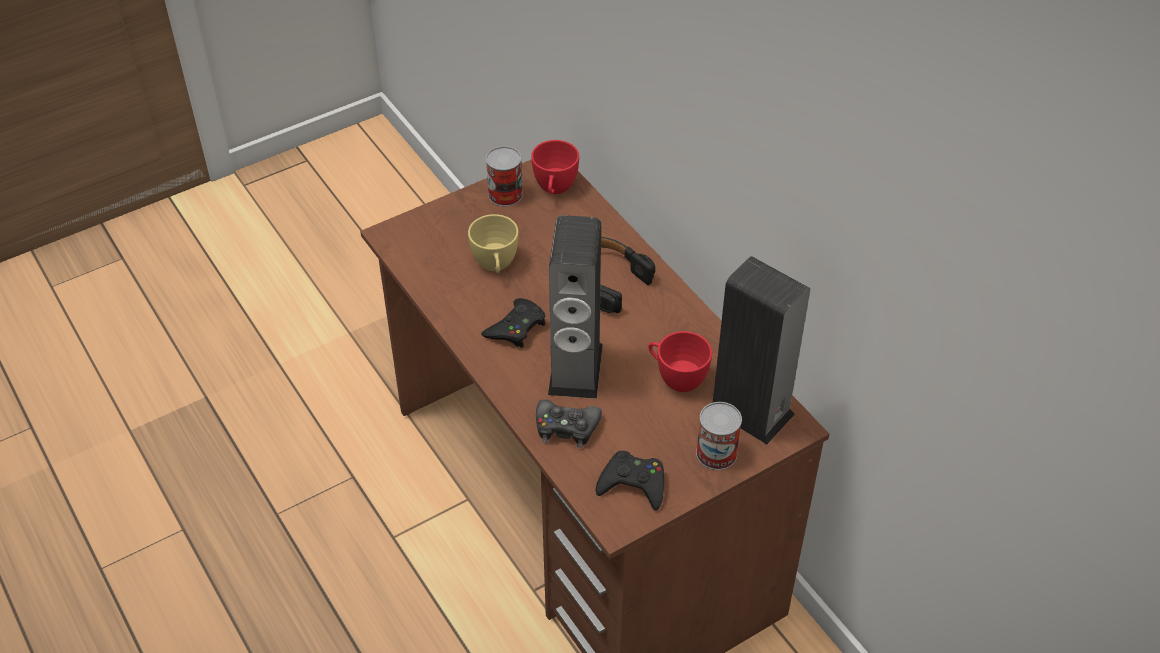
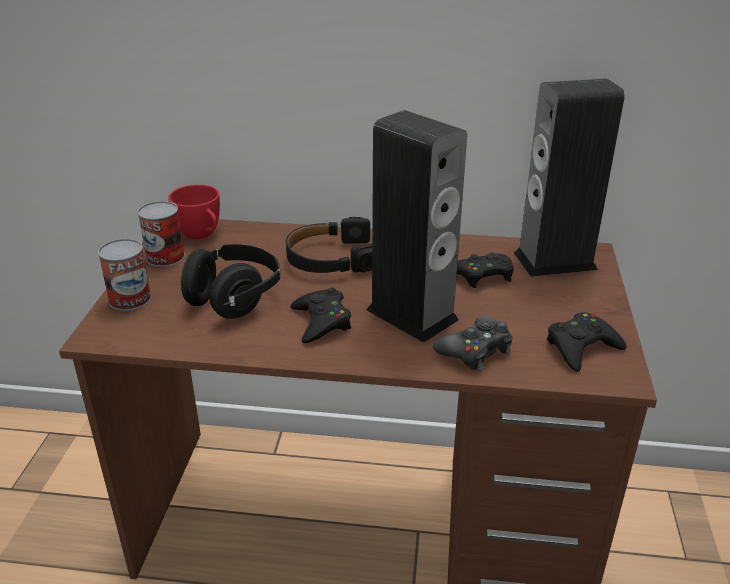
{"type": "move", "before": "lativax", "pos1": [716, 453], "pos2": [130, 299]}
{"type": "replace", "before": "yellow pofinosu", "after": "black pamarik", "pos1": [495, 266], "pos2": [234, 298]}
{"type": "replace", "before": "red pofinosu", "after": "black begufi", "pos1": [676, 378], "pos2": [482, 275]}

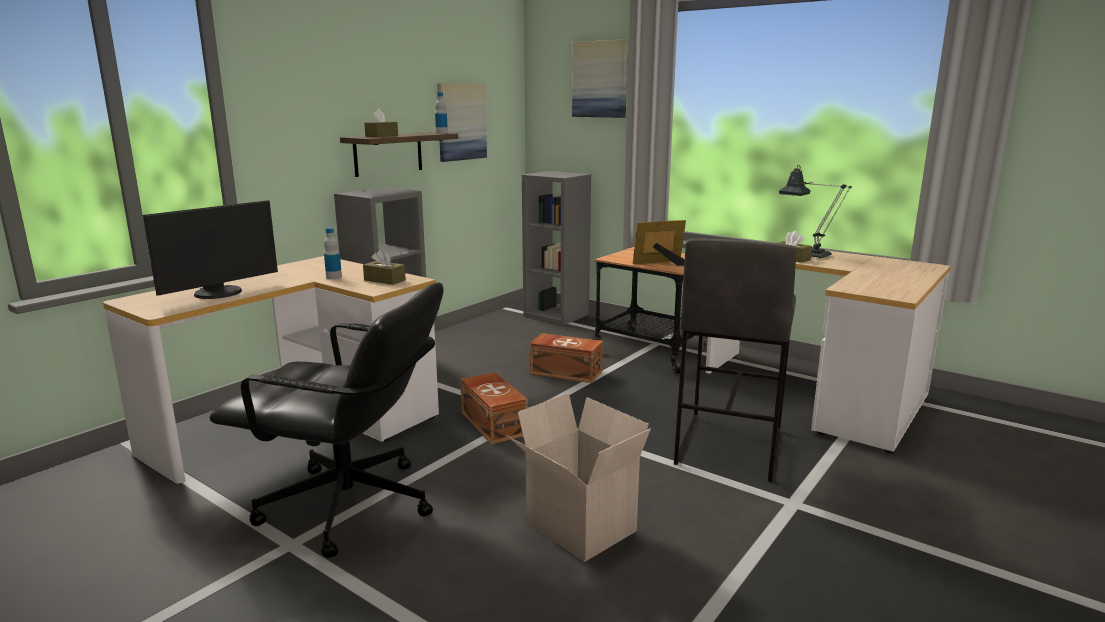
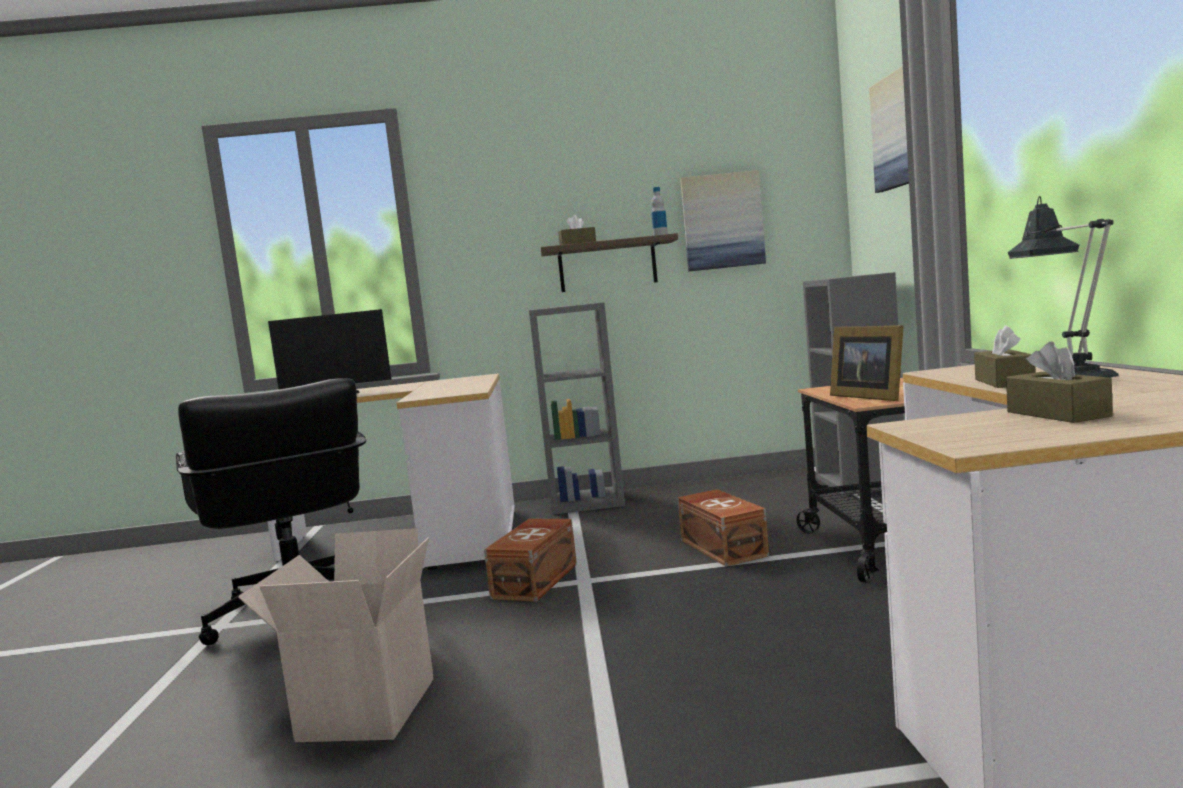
{"type": "delete", "before": "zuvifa", "pos1": [334, 277]}
{"type": "delete", "before": "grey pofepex", "pos1": [727, 446]}
{"type": "move", "before": "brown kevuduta", "pos1": [384, 280], "pos2": [1057, 414]}
{"type": "rotate", "before": "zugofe", "pos1": [661, 263], "pos2": [868, 396], "turn": -150}

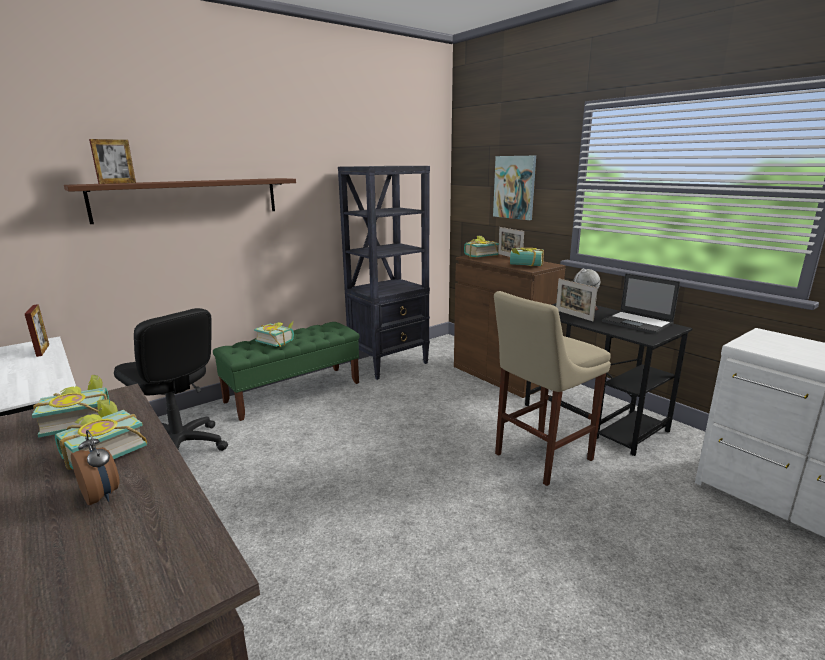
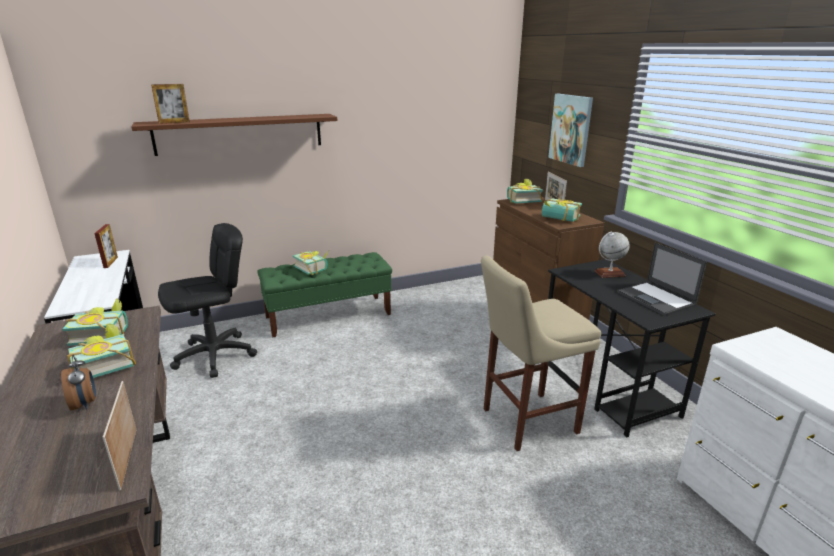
{"type": "delete", "before": "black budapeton", "pos1": [389, 363]}
{"type": "move", "before": "zugofe", "pos1": [574, 315], "pos2": [128, 458]}
{"type": "rotate", "before": "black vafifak", "pos1": [179, 448], "pos2": [215, 355], "turn": -90}

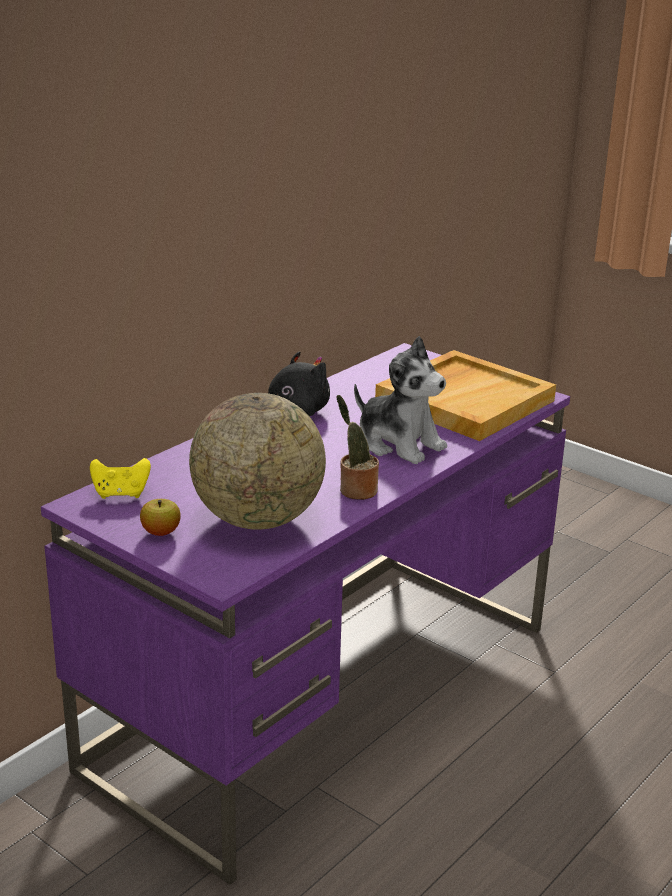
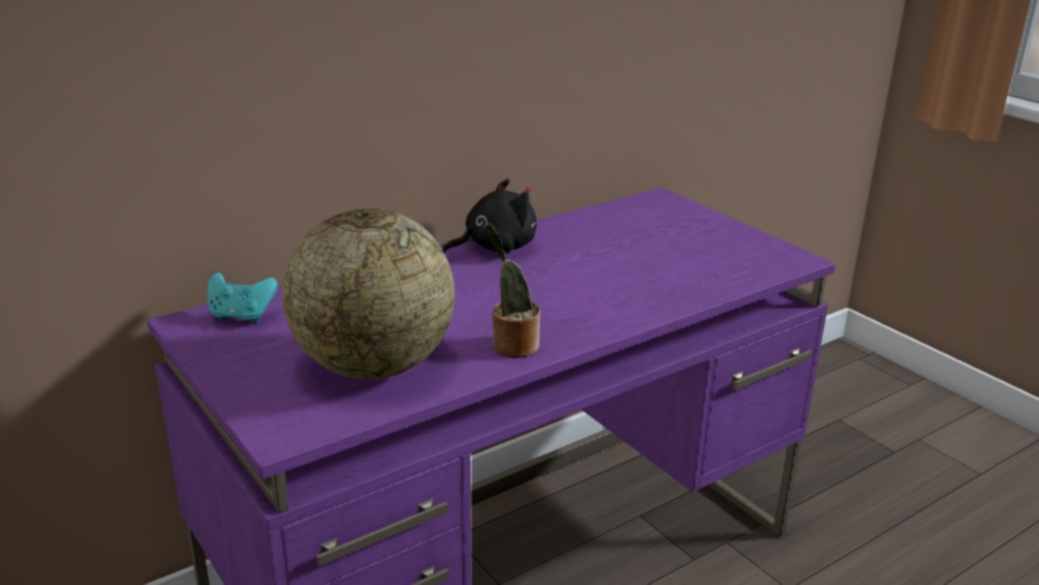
{"type": "delete", "before": "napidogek", "pos1": [161, 532]}
{"type": "delete", "before": "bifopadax", "pos1": [399, 444]}
{"type": "delete", "before": "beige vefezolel", "pos1": [464, 400]}
{"type": "recolor", "before": "yellow begufi", "after": "turquoise begufi", "pos1": [121, 494], "pos2": [241, 316]}

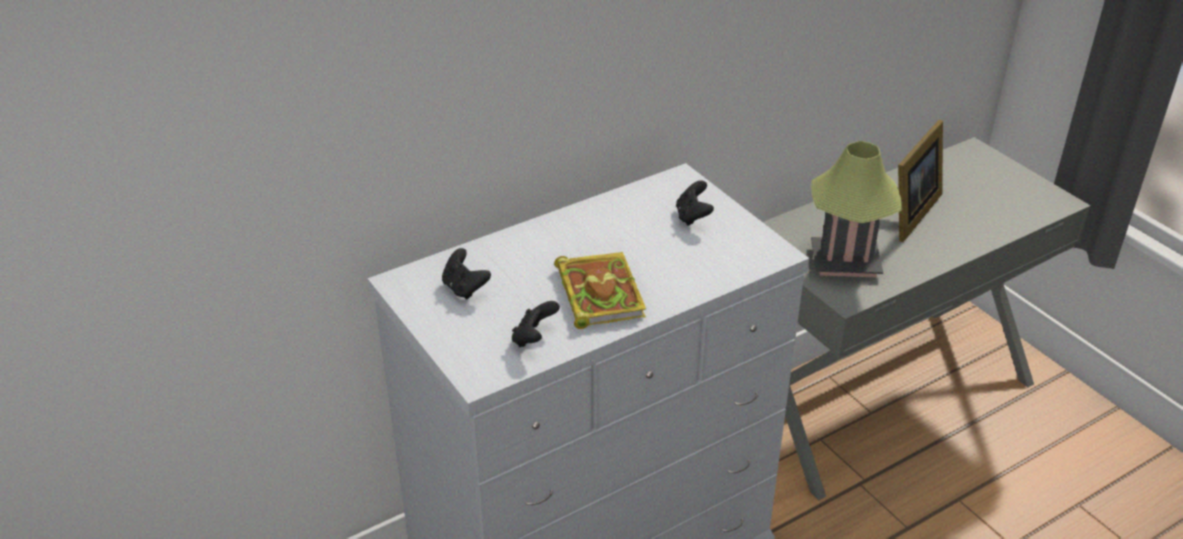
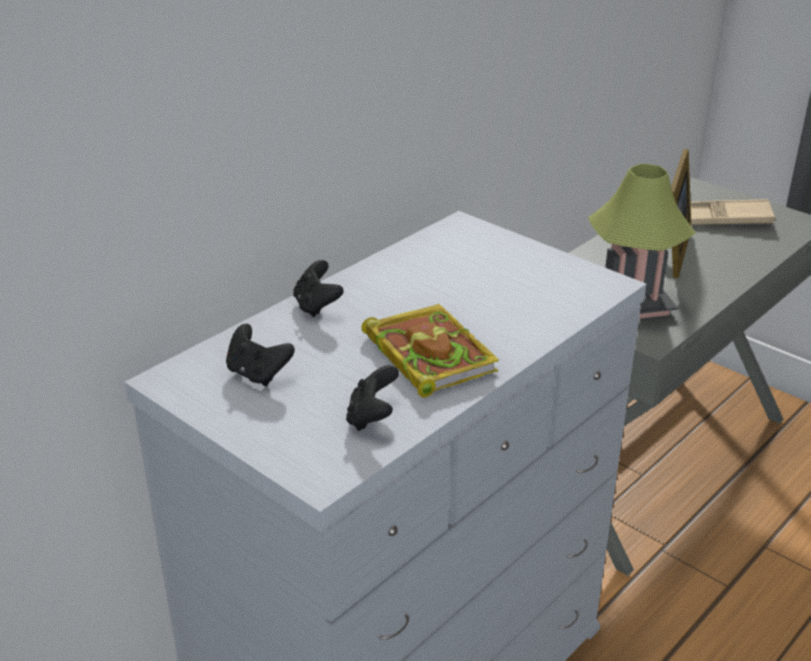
{"type": "insert", "after": "beige vefezolel", "pos2": [725, 219]}
{"type": "move", "before": "black begufi", "pos1": [693, 216], "pos2": [317, 306]}

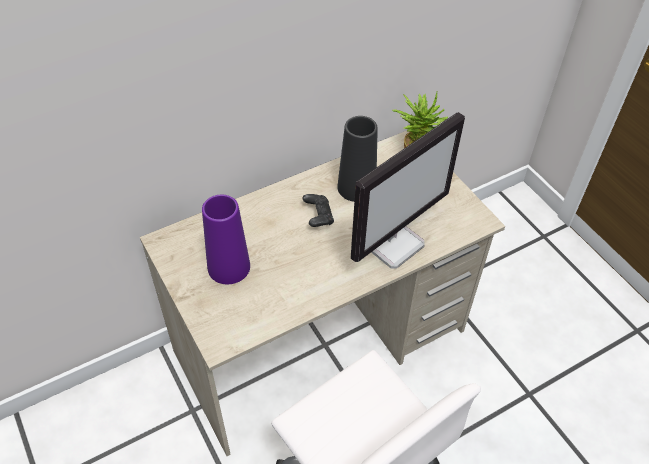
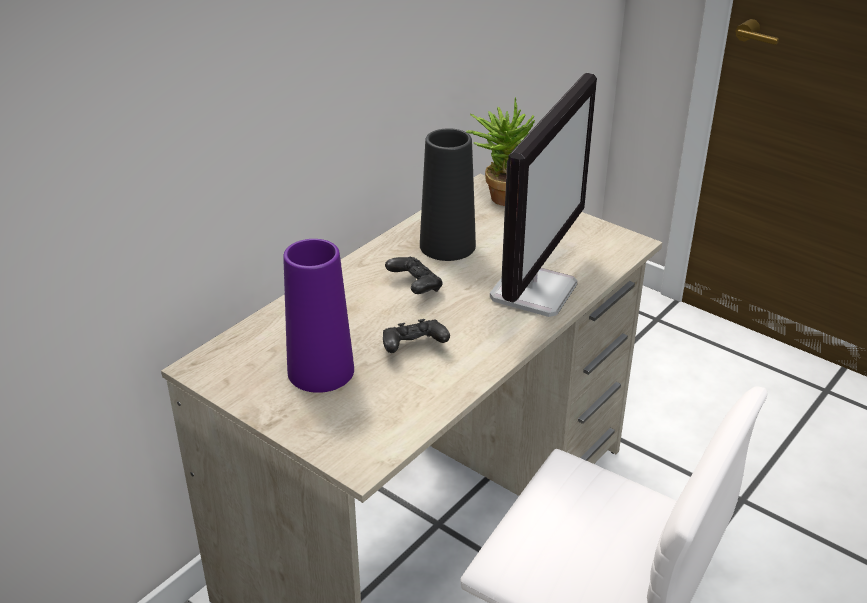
{"type": "insert", "after": "black begufi", "pos2": [413, 348]}

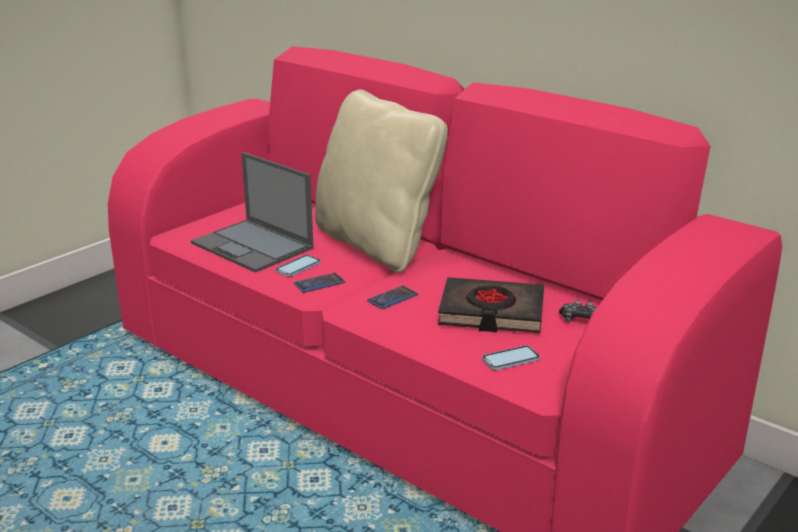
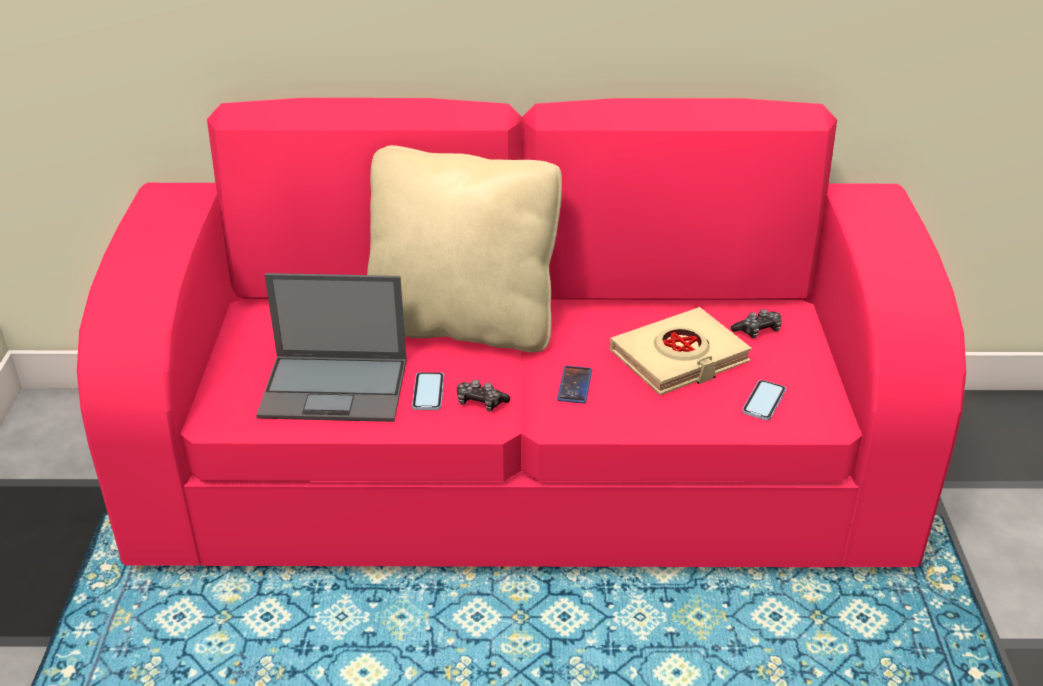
{"type": "replace", "before": "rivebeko", "after": "begufi", "pos1": [319, 283], "pos2": [480, 402]}
{"type": "recolor", "before": "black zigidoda", "after": "beige zigidoda", "pos1": [491, 312], "pos2": [679, 358]}

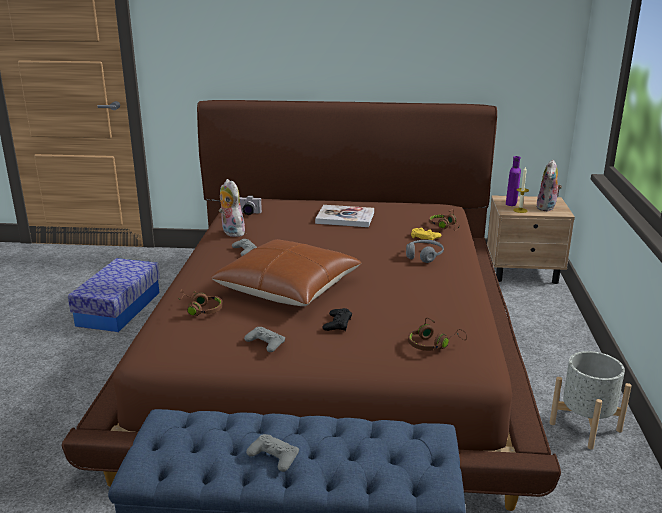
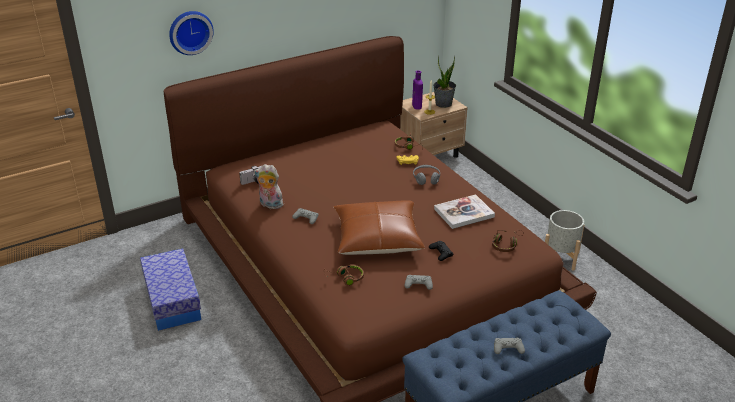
{"type": "insert", "after": "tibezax", "pos2": [190, 31]}
{"type": "move", "before": "zigidoda", "pos1": [345, 218], "pos2": [464, 213]}
{"type": "replace", "before": "bifopadax", "after": "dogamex", "pos1": [547, 208], "pos2": [443, 104]}

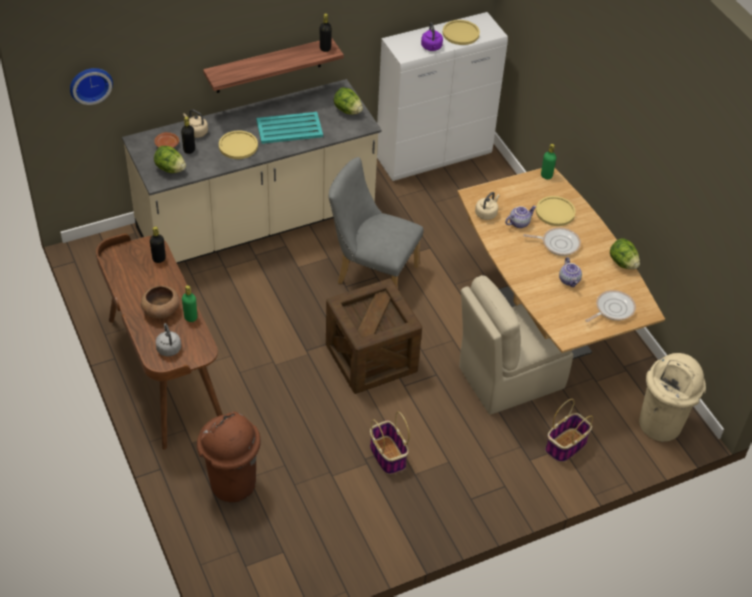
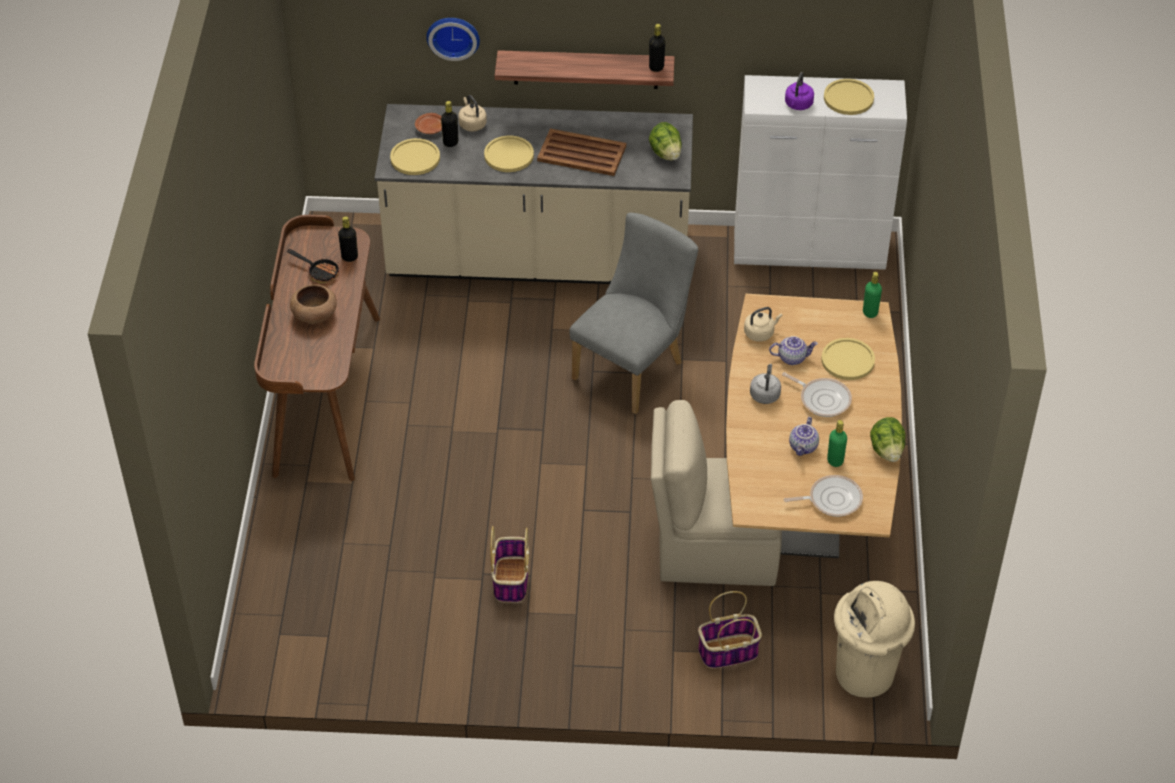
{"type": "delete", "before": "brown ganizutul", "pos1": [232, 484]}
{"type": "delete", "before": "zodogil", "pos1": [371, 358]}
{"type": "insert", "after": "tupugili", "pos2": [319, 272]}
{"type": "move", "before": "tibezax", "pos1": [90, 84], "pos2": [453, 35]}
{"type": "move", "before": "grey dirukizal", "pos1": [168, 348], "pos2": [765, 394]}
{"type": "move", "before": "green zuvifa", "pos1": [190, 317], "pos2": [835, 461]}
{"type": "replace", "before": "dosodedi", "after": "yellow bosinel", "pos1": [170, 169], "pos2": [415, 158]}
{"type": "recolor", "before": "turquoise vefezolel", "after": "brown vefezolel", "pos1": [288, 128], "pos2": [581, 153]}
{"type": "rotate", "before": "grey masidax", "pos1": [371, 273], "pos2": [633, 367], "turn": 75}

